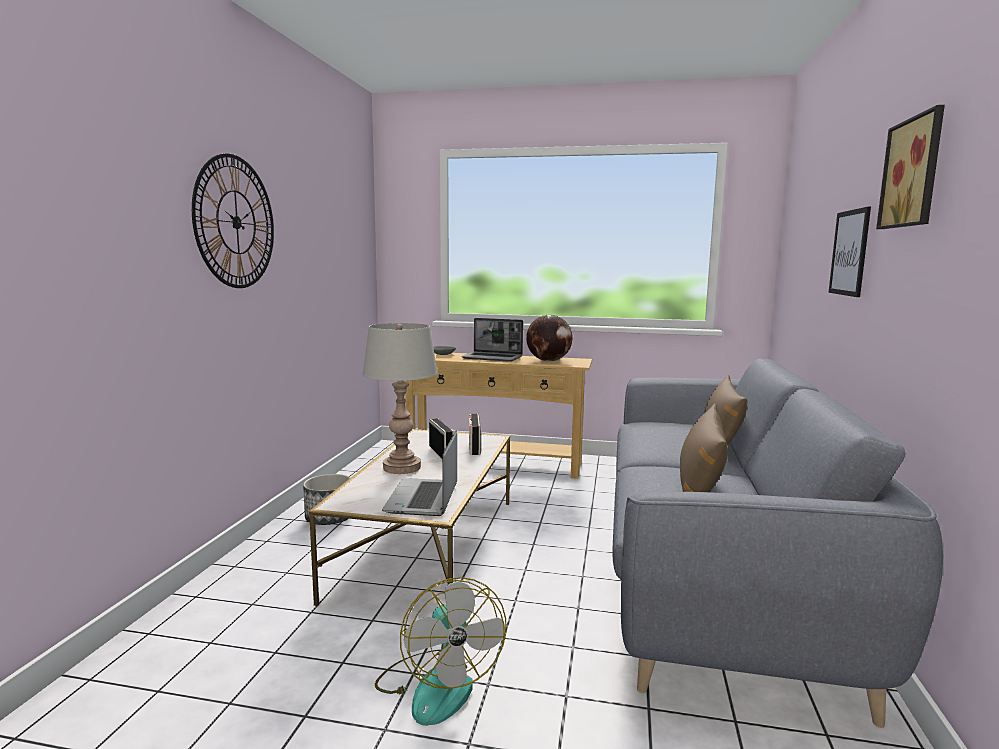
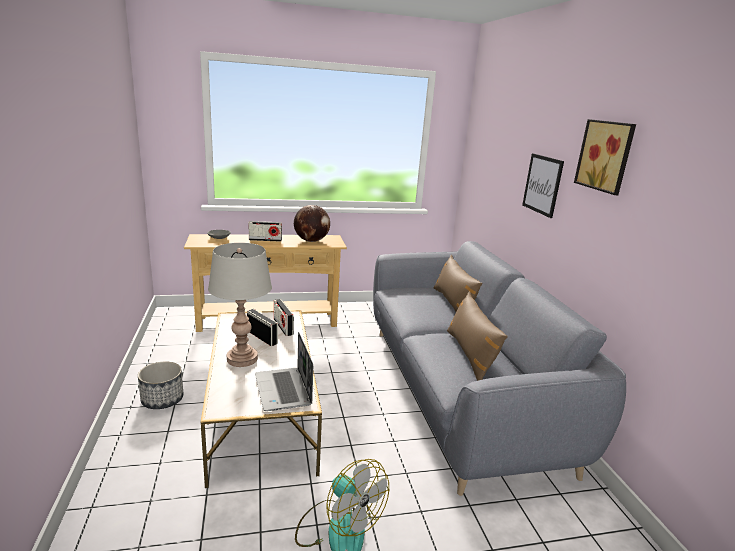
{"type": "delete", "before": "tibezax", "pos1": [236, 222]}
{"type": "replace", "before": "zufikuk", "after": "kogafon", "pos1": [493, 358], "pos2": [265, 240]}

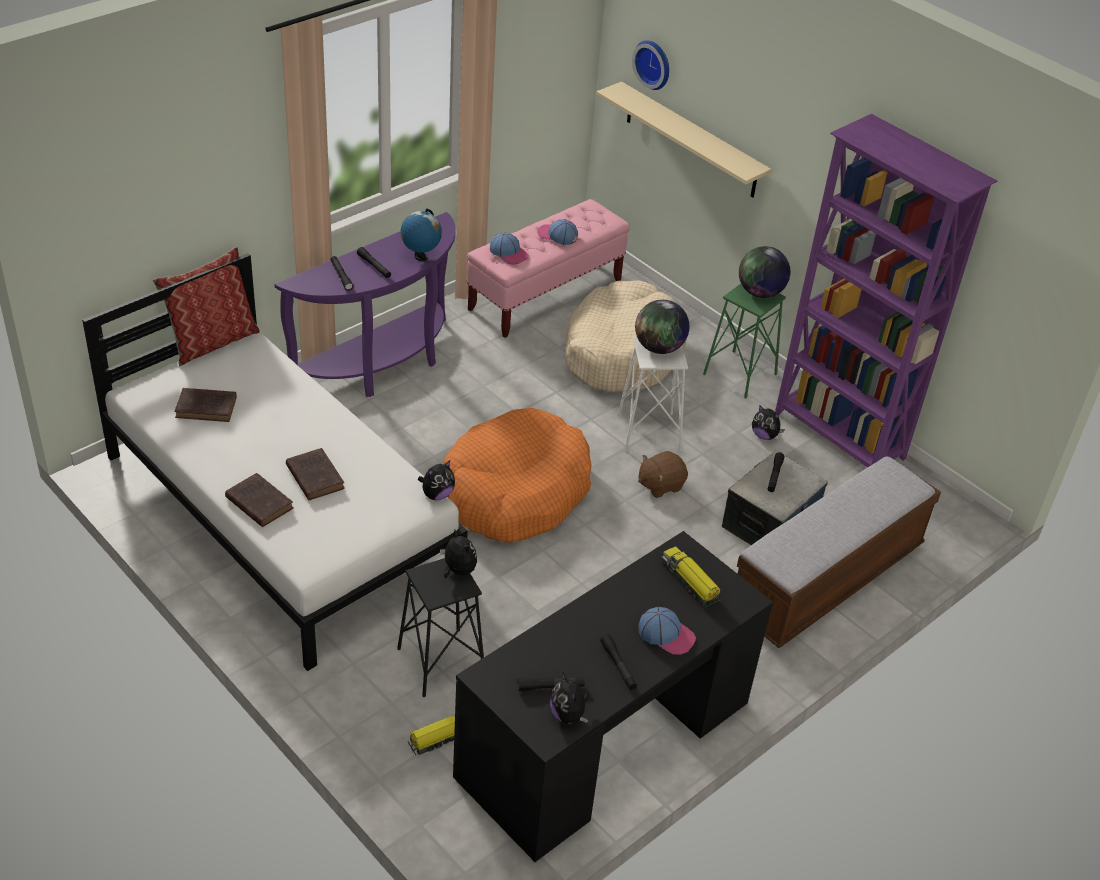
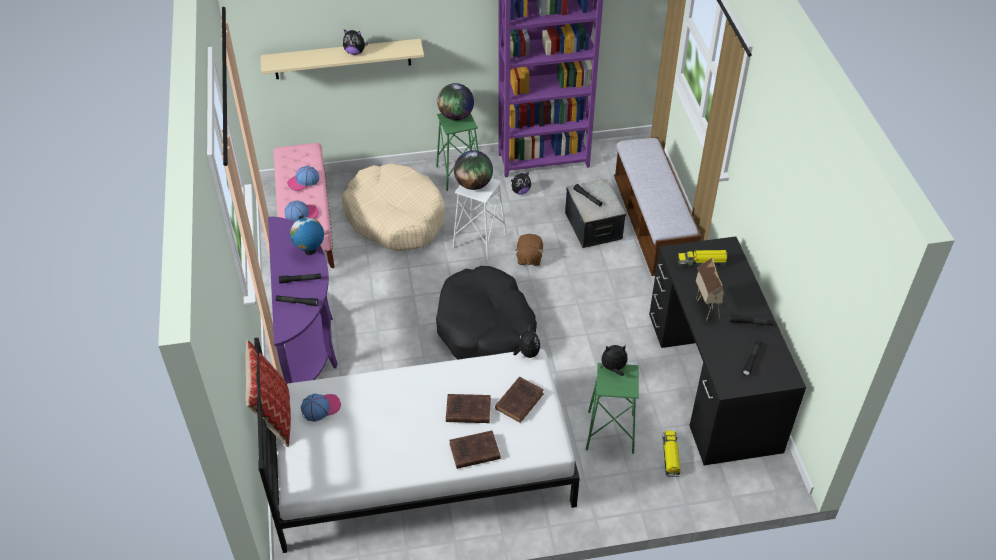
{"type": "delete", "before": "tibezax", "pos1": [654, 64]}
{"type": "insert", "after": "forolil", "pos2": [705, 307]}
{"type": "move", "before": "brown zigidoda", "pos1": [208, 408], "pos2": [520, 400]}
{"type": "move", "before": "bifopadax", "pos1": [568, 715], "pos2": [355, 52]}
{"type": "move", "before": "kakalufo", "pos1": [666, 635], "pos2": [321, 408]}
{"type": "recolor", "before": "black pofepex", "after": "green pofepex", "pos1": [441, 662], "pos2": [610, 432]}
{"type": "recolor", "before": "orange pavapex", "after": "black pavapex", "pos1": [515, 492], "pos2": [486, 329]}

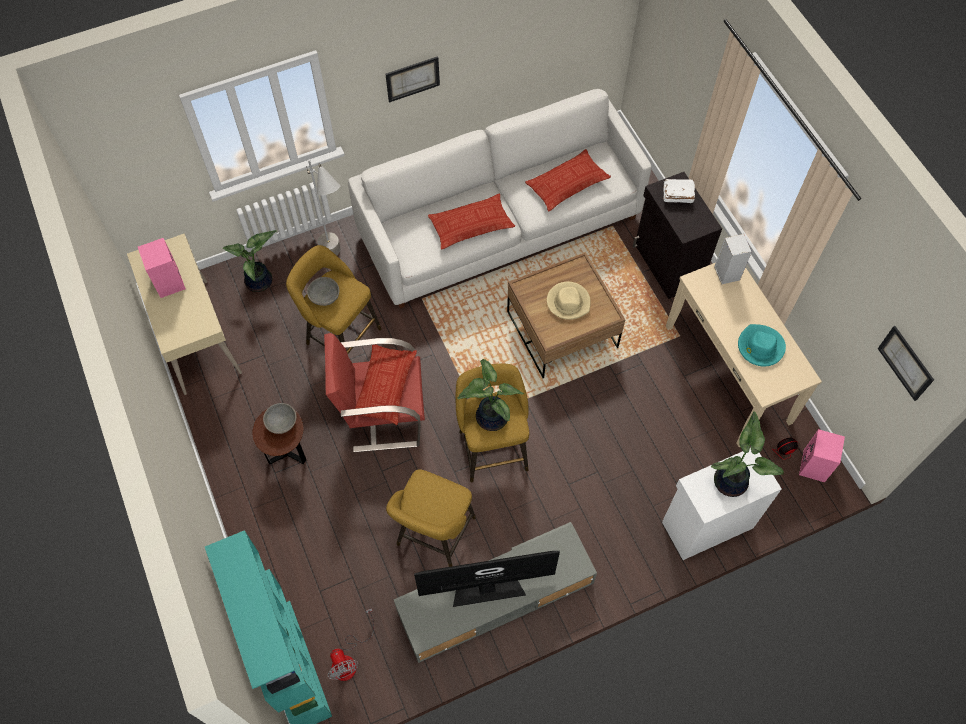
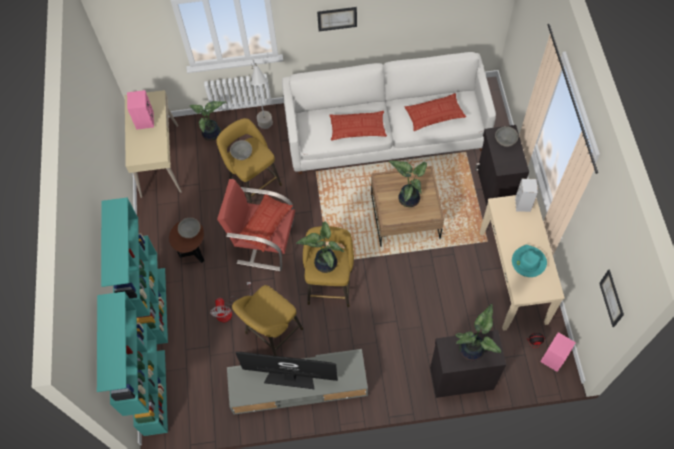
{"type": "insert", "after": "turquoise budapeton", "pos2": [154, 306]}
{"type": "move", "before": "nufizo", "pos1": [349, 659], "pos2": [229, 310]}
{"type": "replace", "before": "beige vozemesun", "after": "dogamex", "pos1": [568, 302], "pos2": [408, 197]}
{"type": "replace", "before": "white zigidoda", "after": "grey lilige", "pos1": [677, 195], "pos2": [505, 140]}
{"type": "recolor", "before": "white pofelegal", "after": "black pofelegal", "pos1": [706, 524], "pos2": [461, 377]}

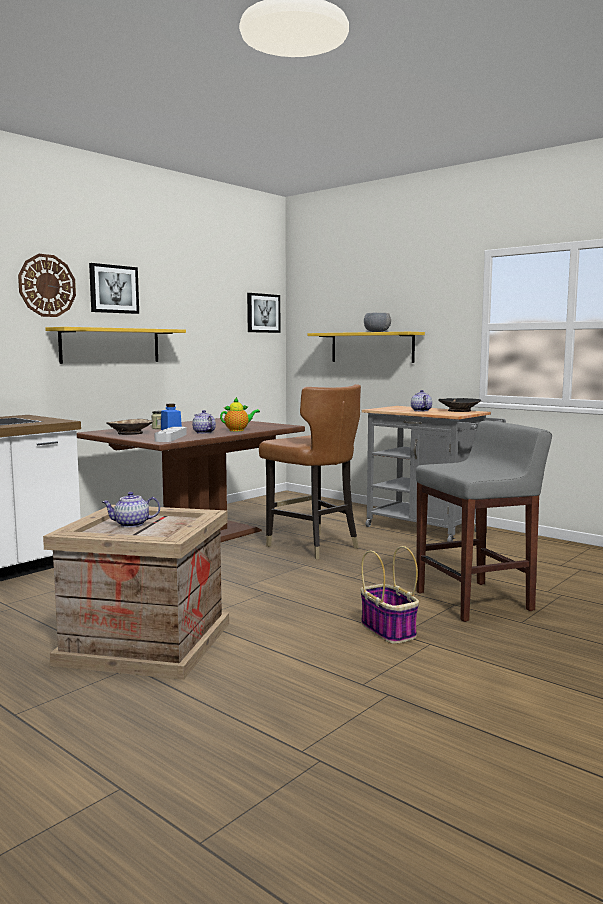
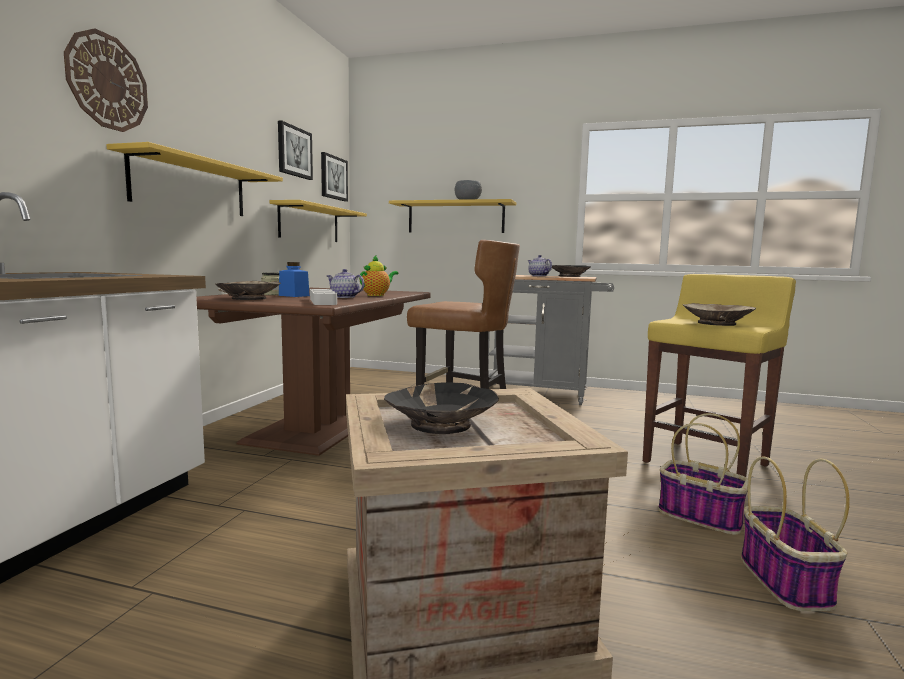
{"type": "insert", "after": "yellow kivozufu", "pos2": [309, 223]}
{"type": "insert", "after": "beige lilige", "pos2": [716, 323]}
{"type": "insert", "after": "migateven", "pos2": [786, 582]}
{"type": "move", "before": "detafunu", "pos1": [113, 289], "pos2": [294, 151]}
{"type": "replace", "before": "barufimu", "after": "black lilige", "pos1": [131, 524], "pos2": [441, 424]}
{"type": "recolor", "before": "grey pofepex", "after": "yellow pofepex", "pos1": [475, 601], "pos2": [706, 463]}

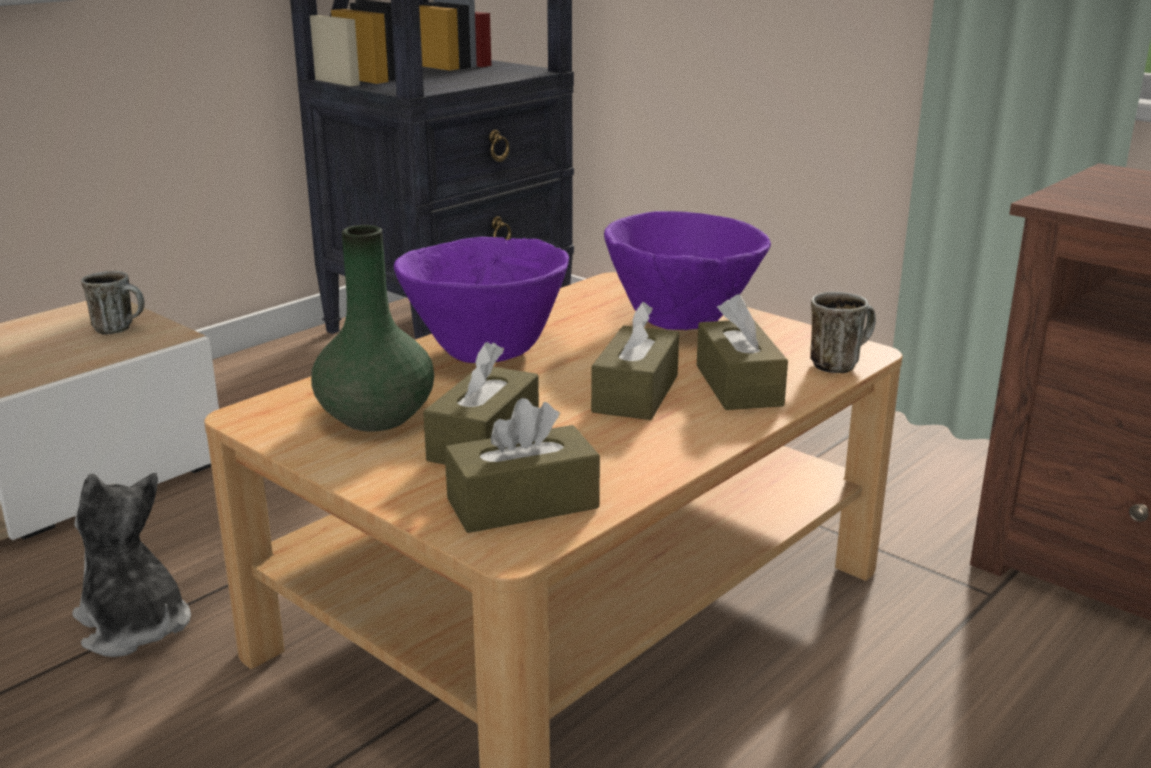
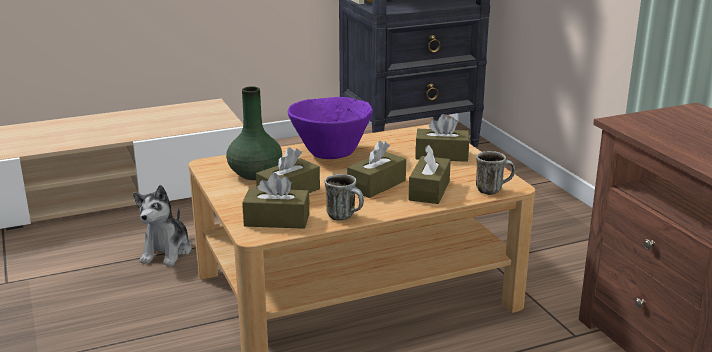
{"type": "move", "before": "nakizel", "pos1": [120, 329], "pos2": [345, 216]}
{"type": "replace", "before": "purple lilige", "after": "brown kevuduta", "pos1": [683, 321], "pos2": [441, 155]}
{"type": "rotate", "before": "bifopadax", "pos1": [134, 626], "pos2": [167, 251], "turn": -150}

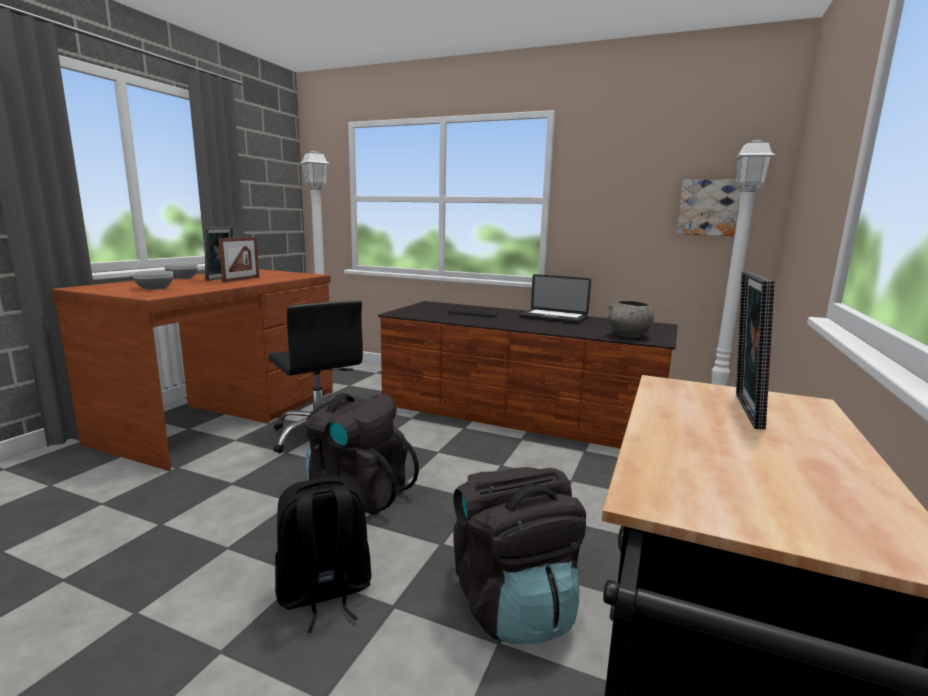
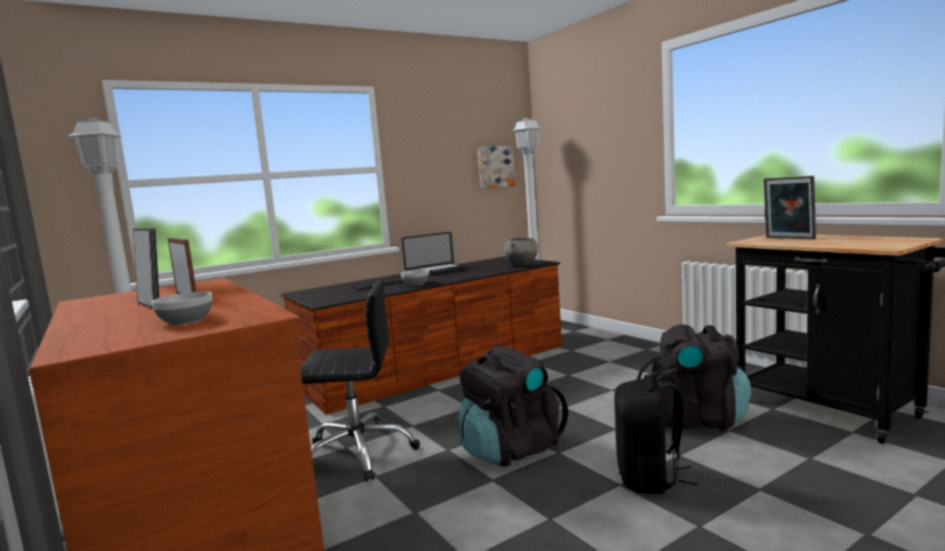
{"type": "move", "before": "lilige", "pos1": [182, 278], "pos2": [416, 284]}

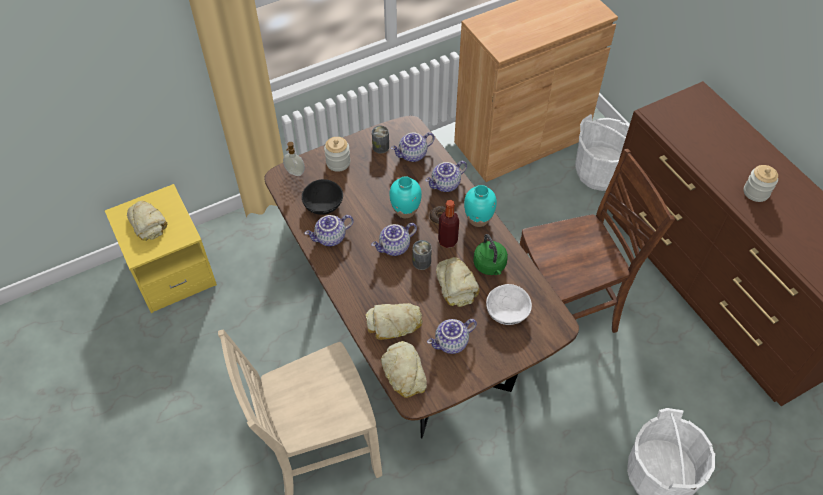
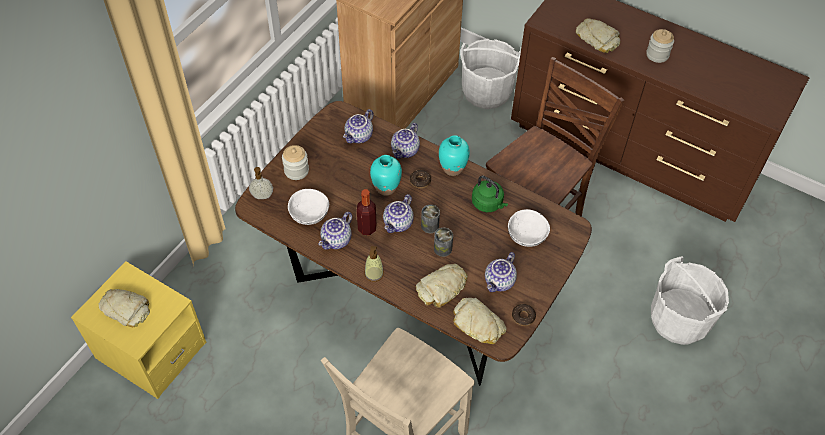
{"type": "insert", "after": "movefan", "pos2": [374, 274]}
{"type": "insert", "after": "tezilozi", "pos2": [523, 317]}
{"type": "move", "before": "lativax", "pos1": [380, 147], "pos2": [442, 249]}
{"type": "move", "before": "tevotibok", "pos1": [456, 285], "pos2": [597, 39]}
{"type": "move", "before": "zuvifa", "pos1": [447, 241], "pos2": [367, 228]}
{"type": "recolor", "before": "black lilige", "after": "white lilige", "pos1": [323, 205], "pos2": [309, 214]}

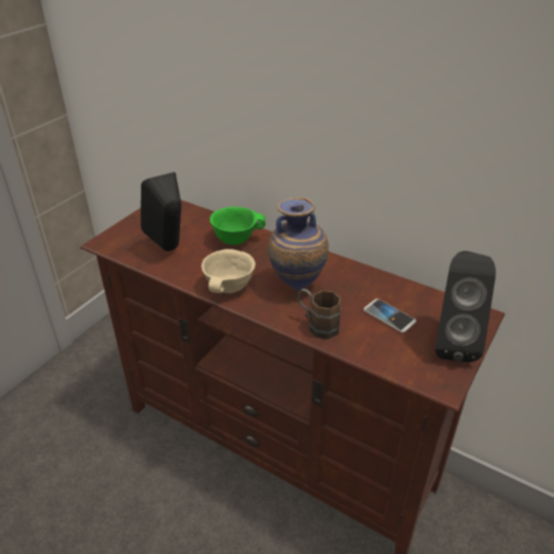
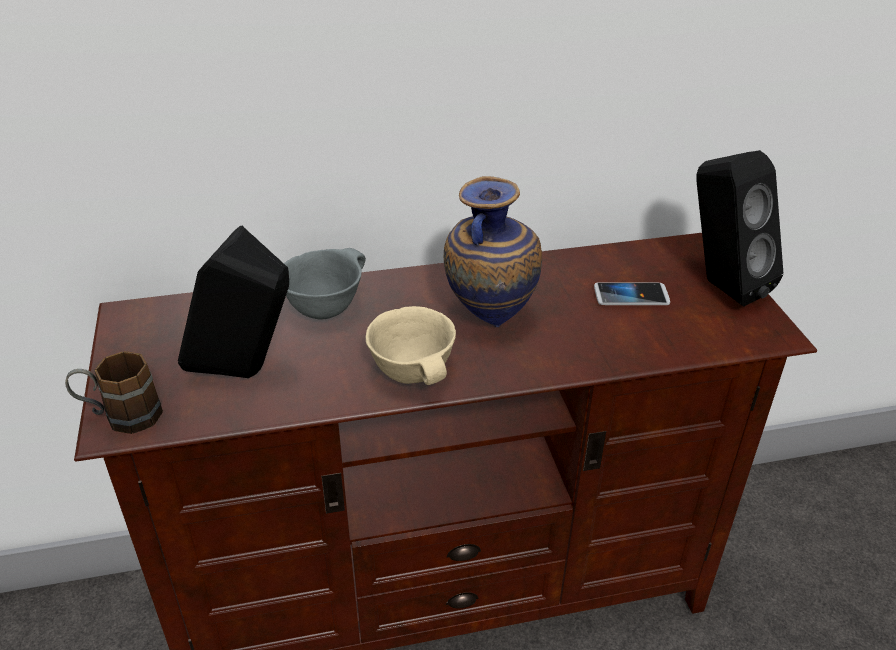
{"type": "move", "before": "brown nakizel", "pos1": [317, 325], "pos2": [121, 416]}
{"type": "recolor", "before": "green lilige", "after": "grey lilige", "pos1": [235, 239], "pos2": [323, 308]}

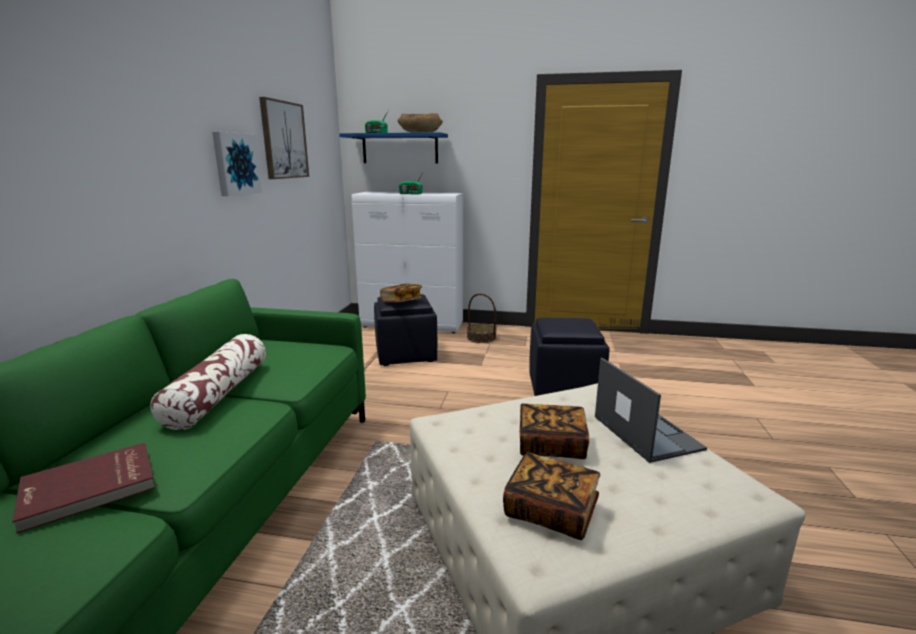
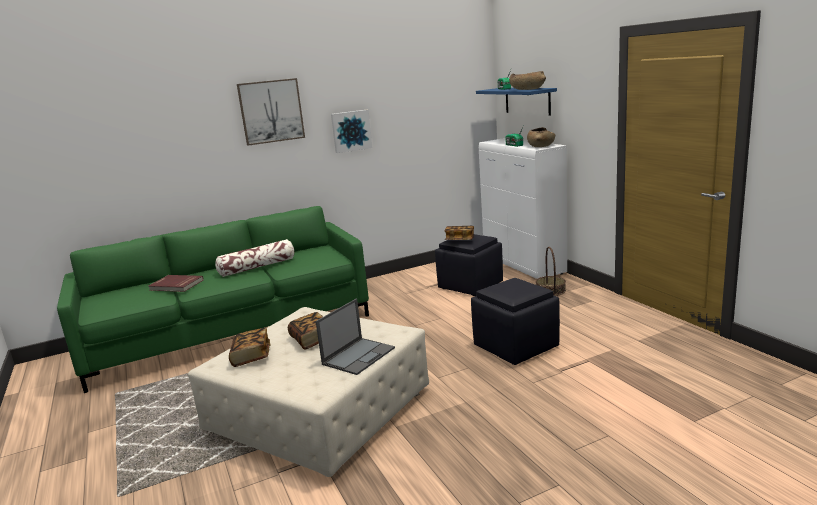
{"type": "insert", "after": "brown lilige", "pos2": [541, 145]}
{"type": "move", "before": "detafunu", "pos1": [284, 140], "pos2": [271, 111]}

